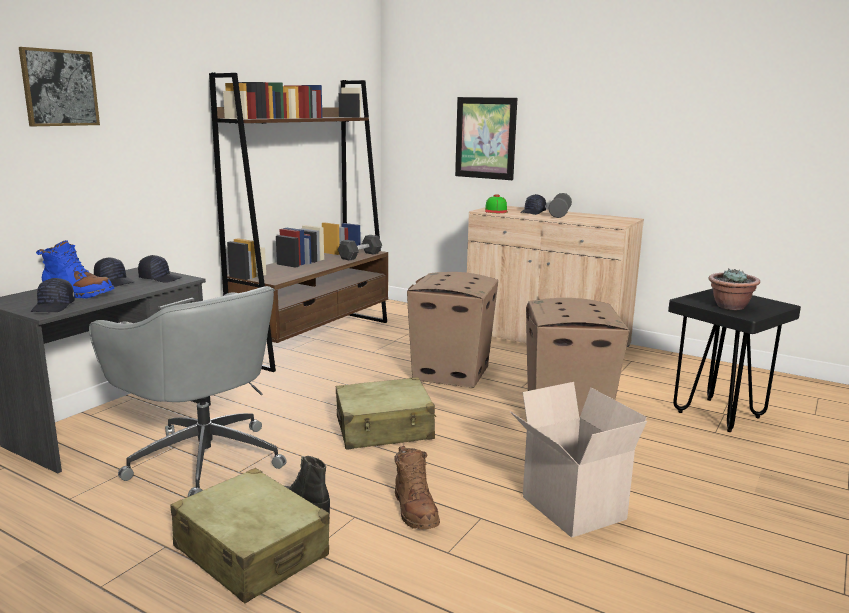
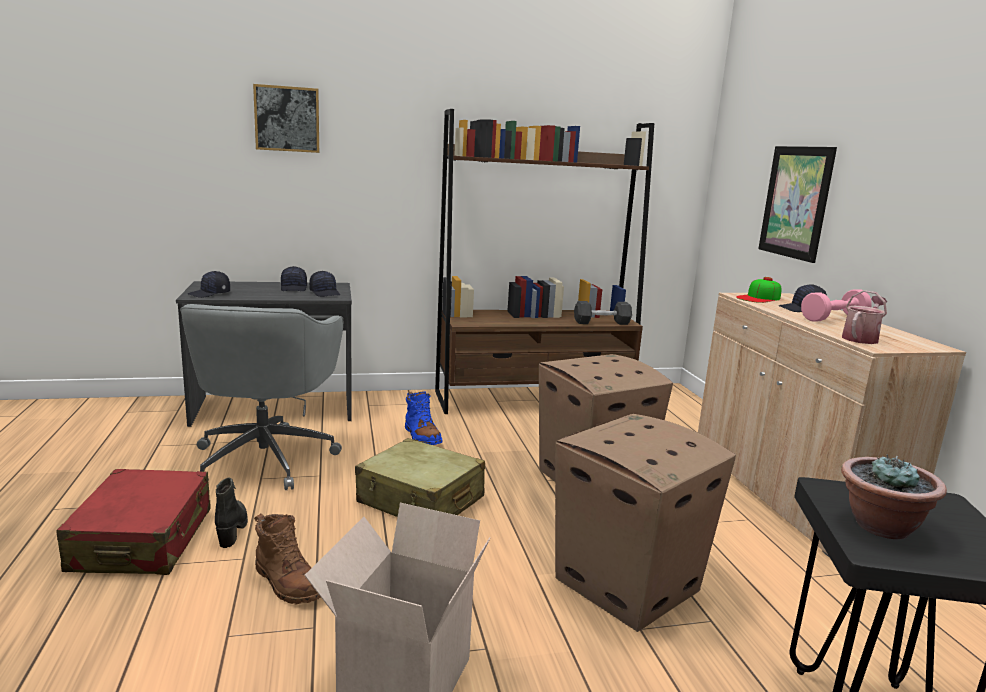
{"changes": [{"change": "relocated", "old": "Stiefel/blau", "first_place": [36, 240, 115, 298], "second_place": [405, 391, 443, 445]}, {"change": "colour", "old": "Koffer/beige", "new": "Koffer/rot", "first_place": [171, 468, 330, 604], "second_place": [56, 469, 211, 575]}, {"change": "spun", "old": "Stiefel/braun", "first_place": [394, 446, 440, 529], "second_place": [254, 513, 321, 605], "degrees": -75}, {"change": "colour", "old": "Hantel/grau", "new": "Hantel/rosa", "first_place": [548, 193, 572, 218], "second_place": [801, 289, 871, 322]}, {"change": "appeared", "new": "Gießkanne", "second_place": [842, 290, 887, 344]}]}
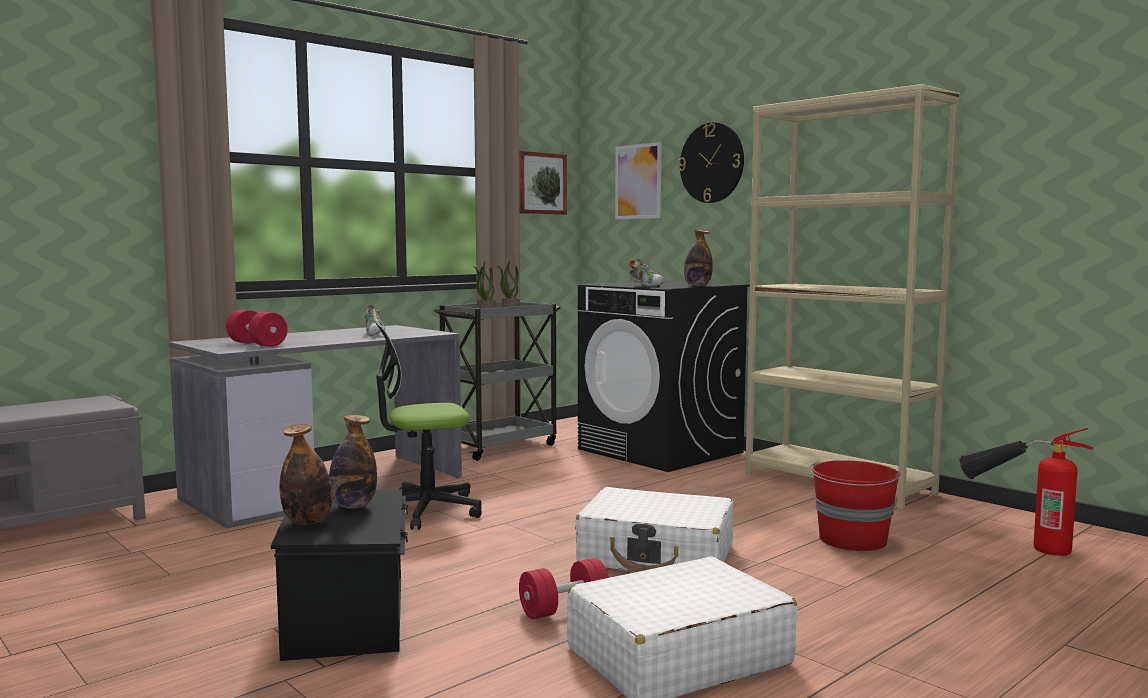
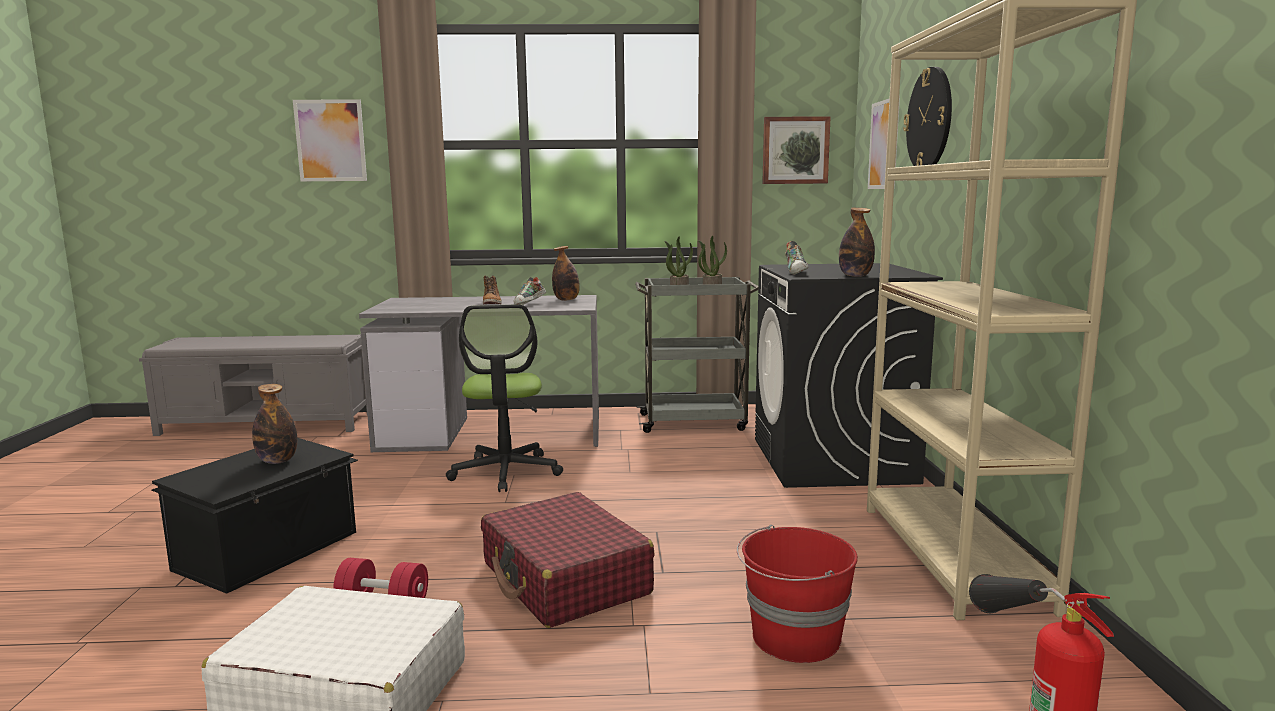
{"changes": [{"change": "missing", "old": "Hantel/rot", "first_place": [226, 310, 288, 347]}, {"change": "relocated", "old": "Flasche", "first_place": [280, 424, 333, 525], "second_place": [552, 246, 580, 301]}, {"change": "spun", "old": "Bürostuhl", "first_place": [375, 321, 482, 530], "second_place": [446, 304, 563, 492], "degrees": -120}, {"change": "colour", "old": "Koffer/weiß", "new": "Koffer/rot", "first_place": [575, 487, 734, 573], "second_place": [481, 492, 655, 628]}, {"change": "appeared", "new": "Bild", "second_place": [293, 99, 367, 181]}, {"change": "appeared", "new": "Stiefel", "second_place": [483, 275, 502, 304]}]}
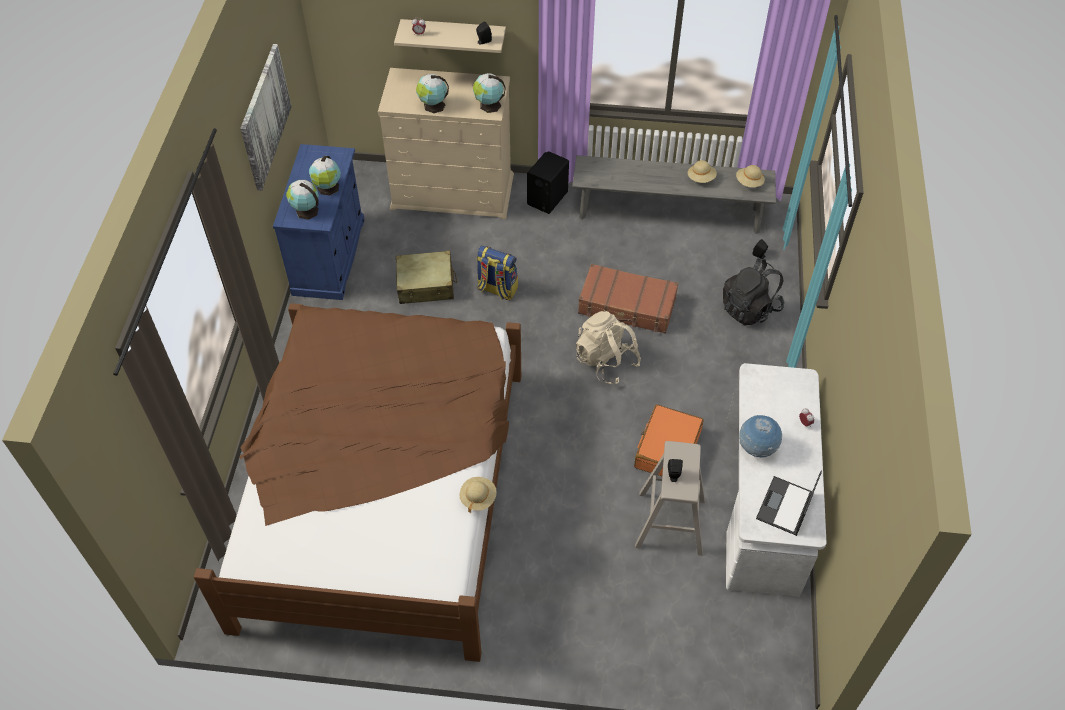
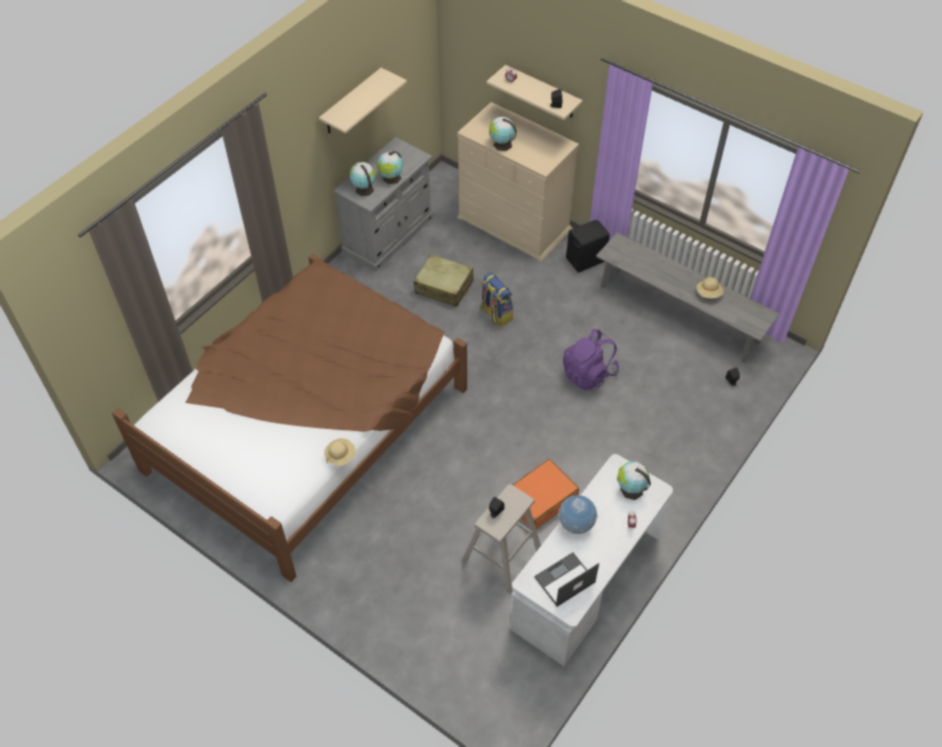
{"changes": [{"change": "exchanged", "old": "Bild", "new": "Wandregal/beige", "first_place": [240, 44, 291, 191], "second_place": [319, 68, 407, 134]}, {"change": "colour", "old": "Schrank/blau", "new": "Schrank/grau", "first_place": [273, 144, 365, 300], "second_place": [333, 137, 433, 272]}, {"change": "relocated", "old": "Globus", "first_place": [473, 73, 506, 113], "second_place": [617, 462, 651, 500]}, {"change": "missing", "old": "Rucksack/beige", "first_place": [575, 311, 641, 384]}, {"change": "exchanged", "old": "Koffer/braun", "new": "Rucksack/lila", "first_place": [578, 264, 678, 334], "second_place": [563, 329, 619, 390]}, {"change": "missing", "old": "Rucksack/schwarz", "first_place": [723, 258, 784, 326]}, {"change": "missing", "old": "Hut/beige", "first_place": [736, 165, 765, 187]}]}
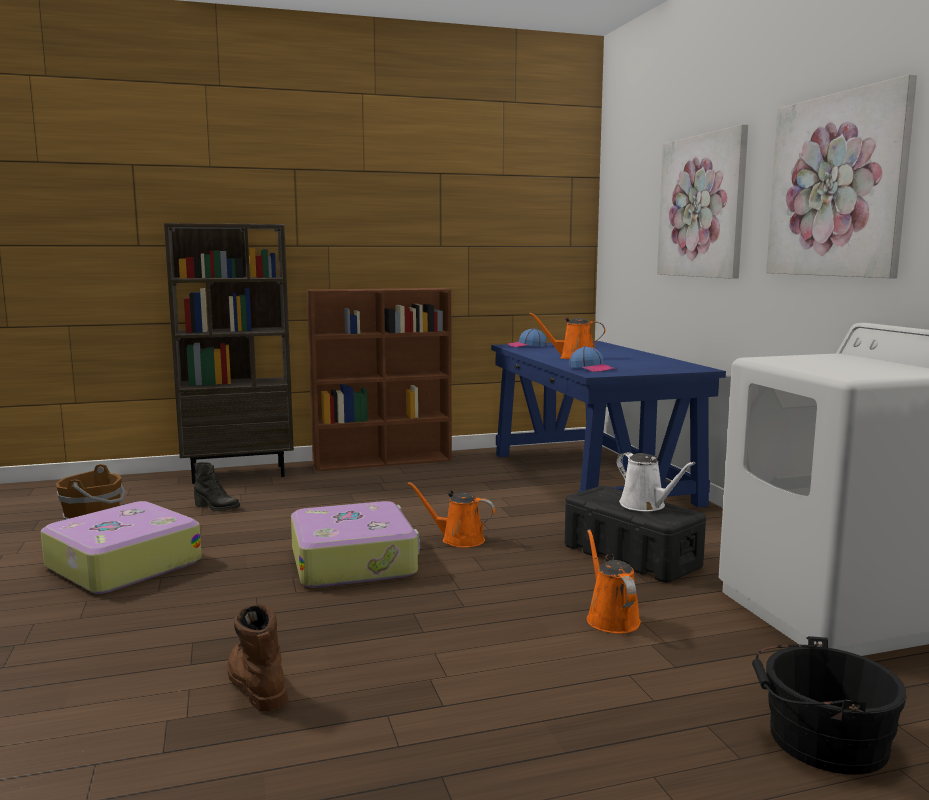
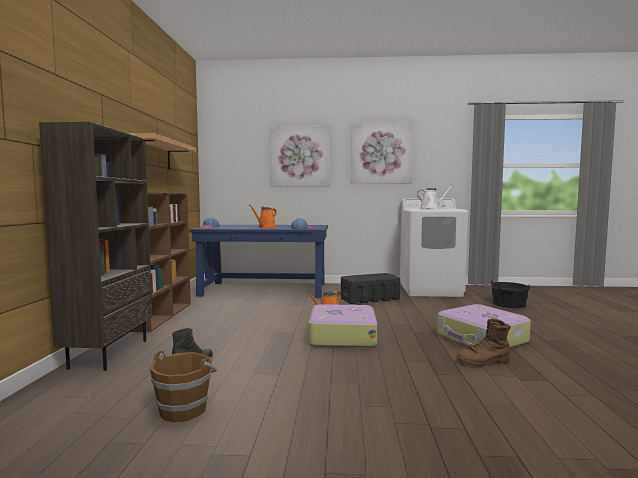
{"changes": [{"change": "relocated", "old": "Koffer", "first_place": [41, 501, 202, 594], "second_place": [437, 304, 531, 348]}, {"change": "missing", "old": "Gießkanne/orange", "first_place": [587, 529, 641, 634]}, {"change": "relocated", "old": "Gießkanne/weiß", "first_place": [616, 452, 696, 511], "second_place": [417, 186, 454, 209]}, {"change": "appeared", "new": "Wandregal", "second_place": [129, 133, 196, 170]}]}
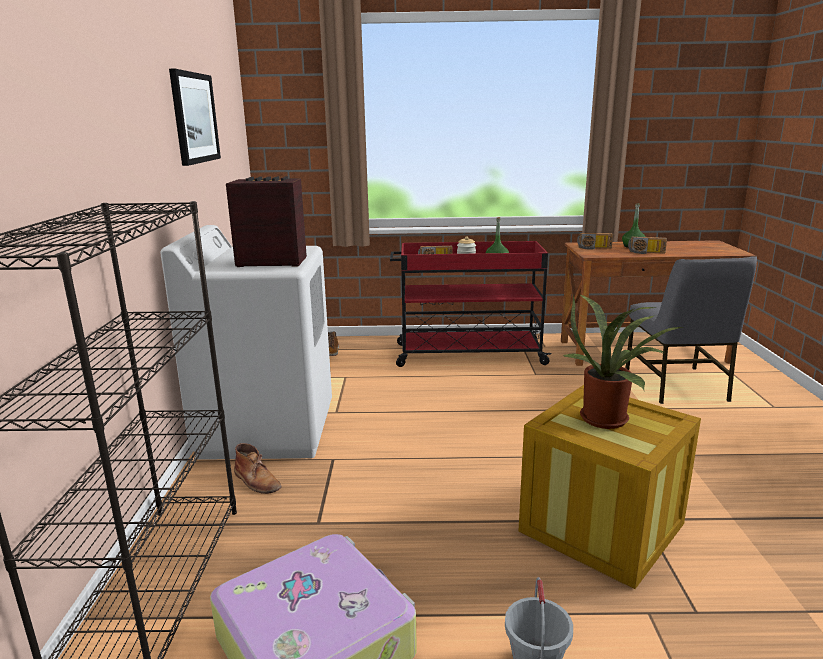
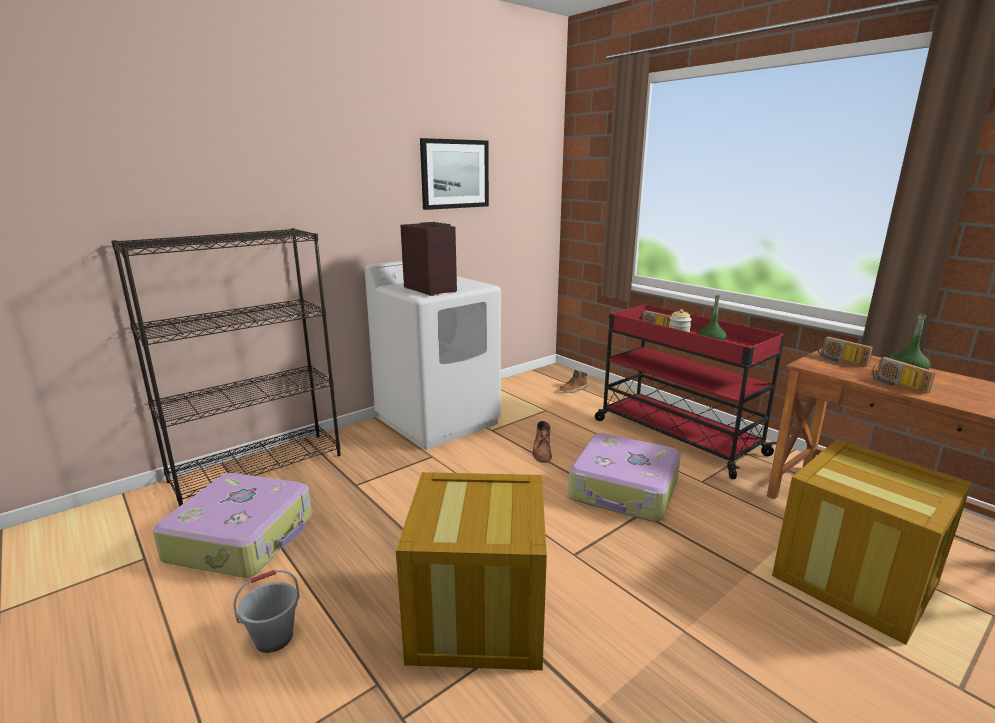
{"changes": [{"change": "relocated", "old": "Stiefel/braun", "first_place": [234, 443, 281, 494], "second_place": [532, 421, 552, 463]}, {"change": "missing", "old": "Topfpflanze", "first_place": [563, 294, 682, 429]}, {"change": "exchanged", "old": "Stuhl/grau", "new": "Kiste", "first_place": [626, 256, 757, 404], "second_place": [772, 439, 972, 645]}, {"change": "appeared", "new": "Koffer", "second_place": [568, 433, 681, 522]}]}
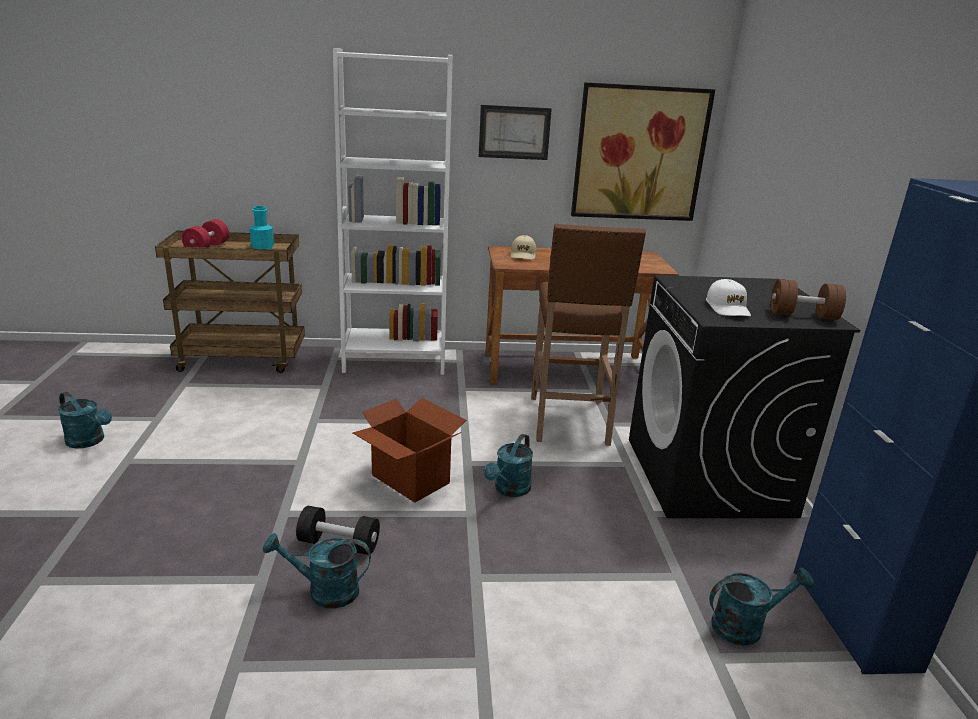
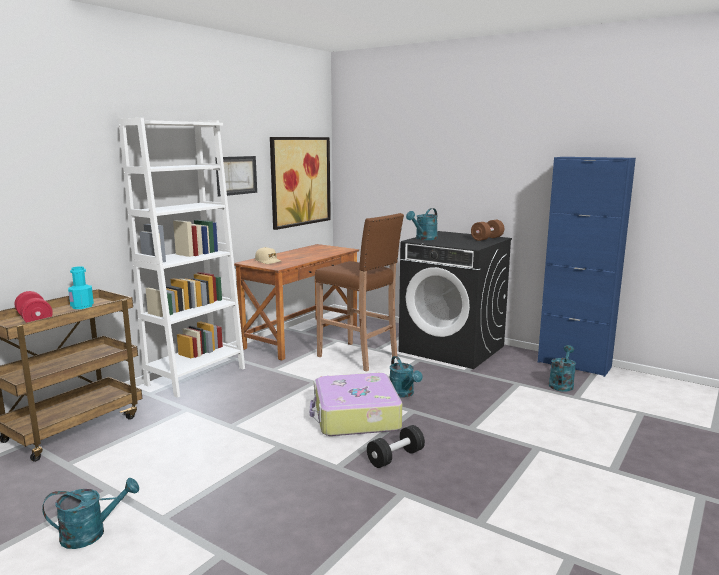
{"changes": [{"change": "relocated", "old": "Gießkanne/türkis", "first_place": [263, 533, 371, 608], "second_place": [406, 208, 438, 240]}, {"change": "exchanged", "old": "Karton", "new": "Koffer", "first_place": [353, 398, 466, 502], "second_place": [310, 373, 402, 436]}, {"change": "missing", "old": "Kappe/weiß", "first_place": [706, 279, 751, 316]}]}
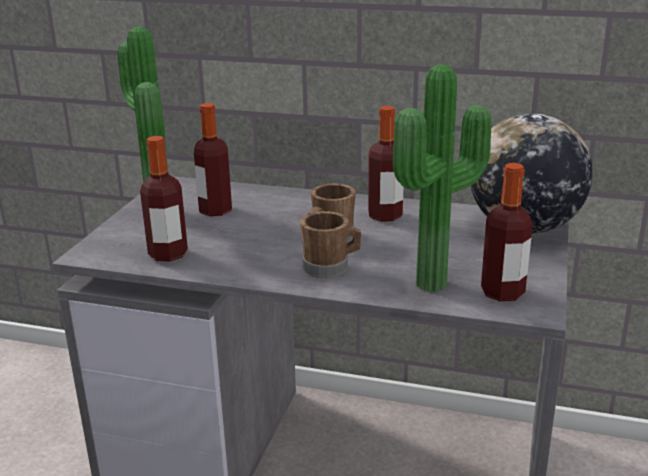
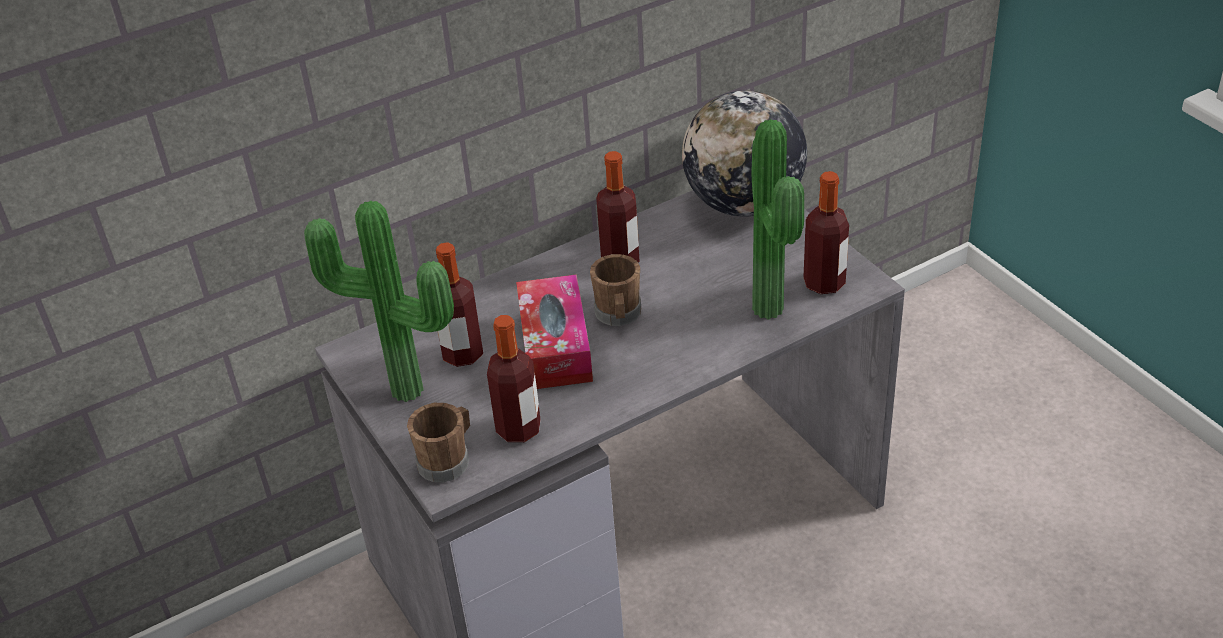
{"changes": [{"change": "relocated", "old": "Henkelbecher/braun", "first_place": [300, 211, 361, 278], "second_place": [407, 403, 470, 482]}, {"change": "appeared", "new": "Taschentuchbox", "second_place": [516, 274, 593, 389]}]}
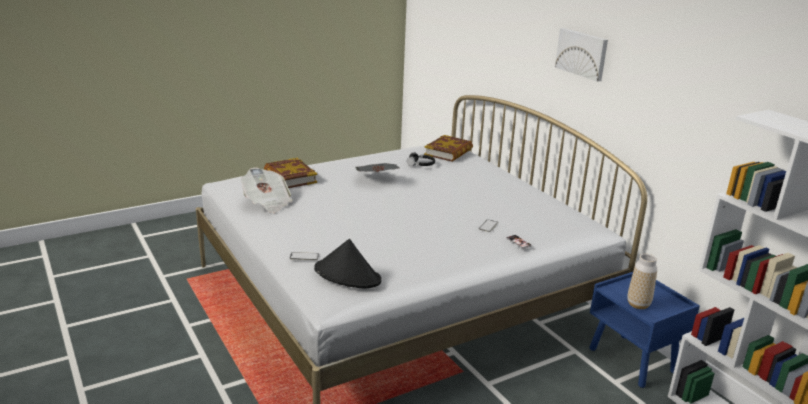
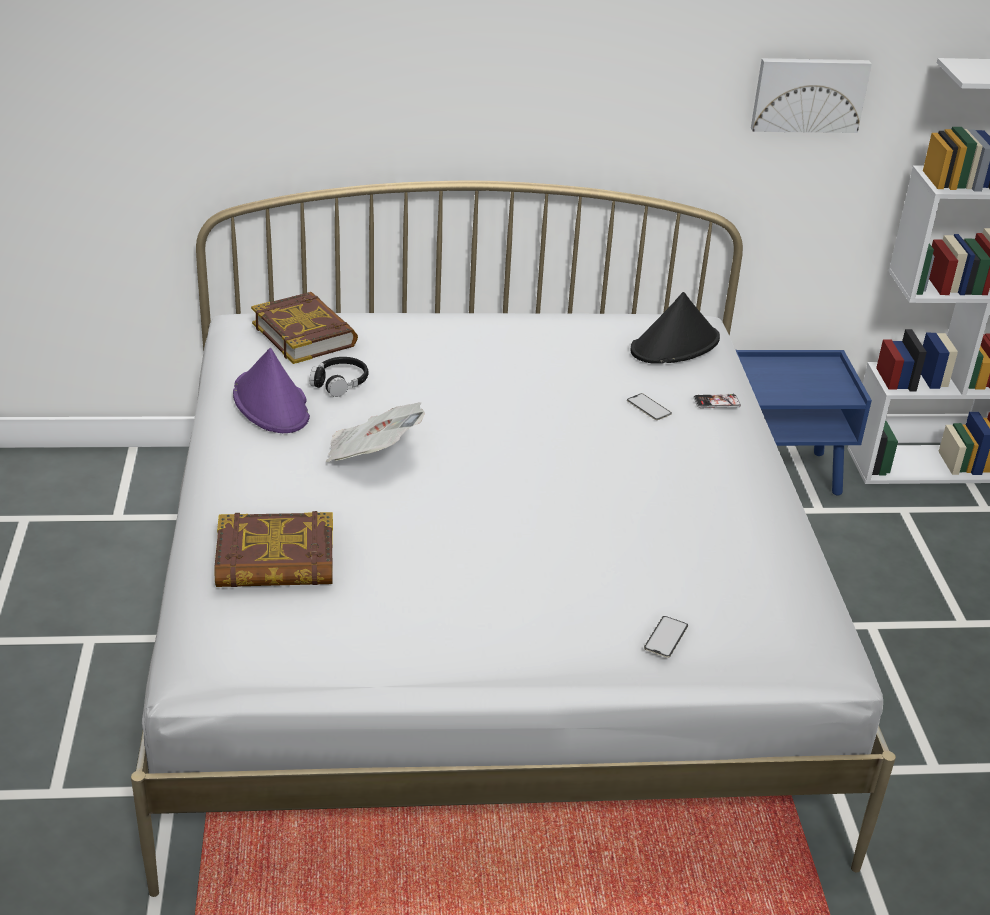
{"changes": [{"change": "missing", "old": "Zeitung", "first_place": [241, 167, 293, 213]}, {"change": "relocated", "old": "Hut/schwarz", "first_place": [314, 239, 382, 288], "second_place": [631, 292, 720, 364]}, {"change": "relocated", "old": "Bild", "first_place": [555, 28, 608, 82], "second_place": [751, 58, 872, 133]}, {"change": "missing", "old": "Vase", "first_place": [627, 254, 657, 309]}, {"change": "appeared", "new": "Hut/lila", "second_place": [233, 348, 310, 433]}]}
